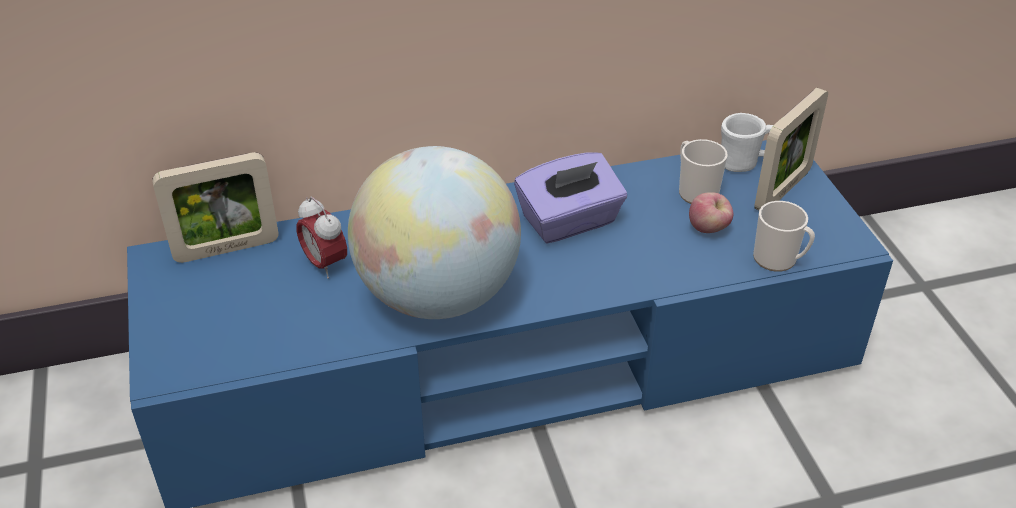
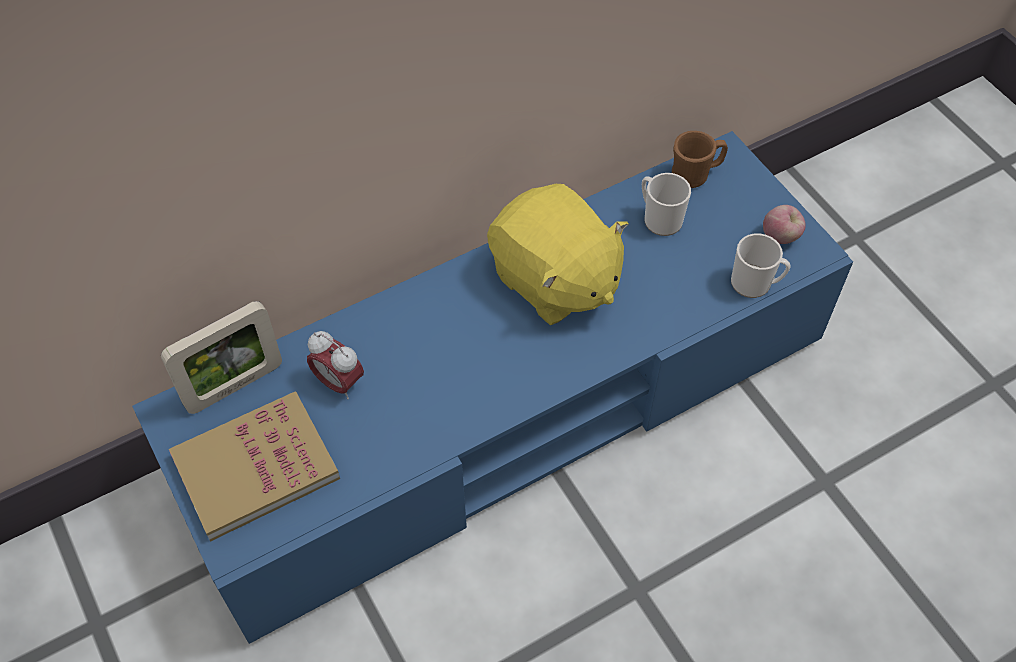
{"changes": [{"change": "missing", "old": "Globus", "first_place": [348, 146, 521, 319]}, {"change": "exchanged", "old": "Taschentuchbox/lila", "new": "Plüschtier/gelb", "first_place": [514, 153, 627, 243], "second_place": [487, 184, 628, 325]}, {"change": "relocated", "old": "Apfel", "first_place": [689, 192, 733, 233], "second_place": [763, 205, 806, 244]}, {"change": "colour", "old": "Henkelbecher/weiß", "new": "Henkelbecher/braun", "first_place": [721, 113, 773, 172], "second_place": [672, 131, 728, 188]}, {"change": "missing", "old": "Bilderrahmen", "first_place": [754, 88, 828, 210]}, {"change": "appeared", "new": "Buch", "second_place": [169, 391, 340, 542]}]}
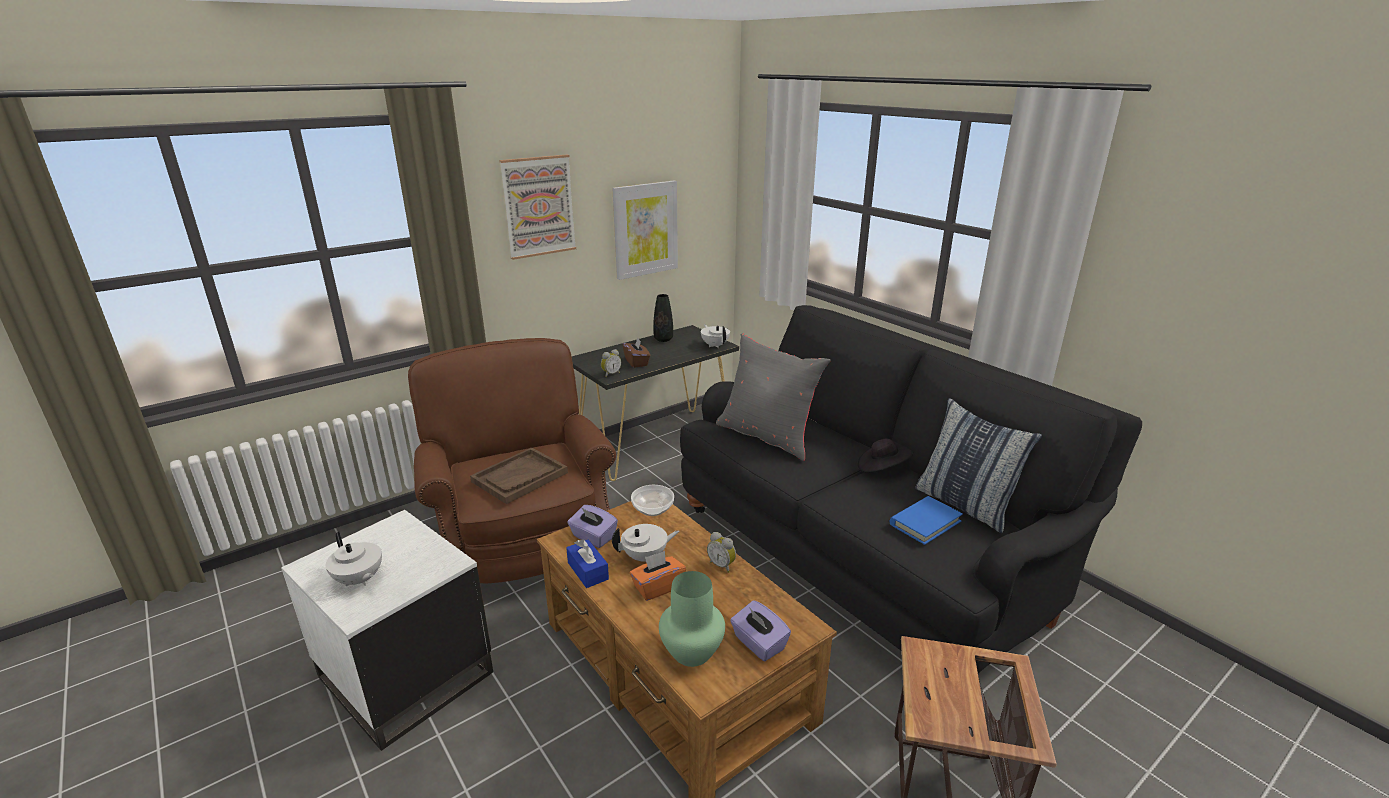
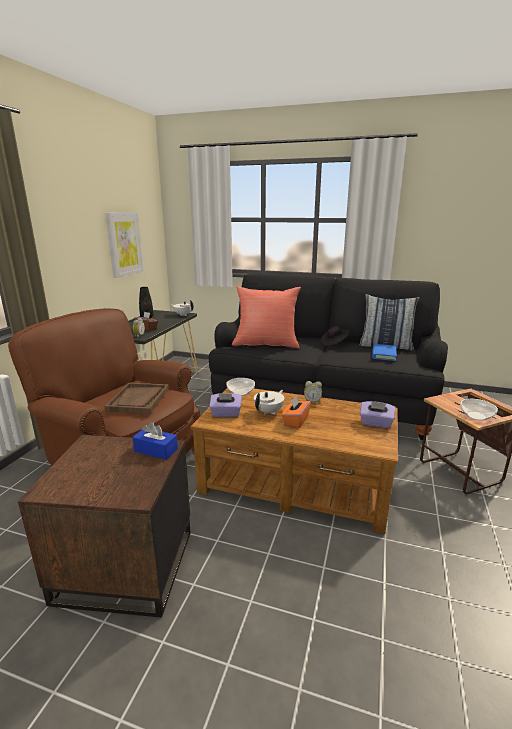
{"changes": [{"change": "colour", "old": "Beistelltisch/weiß", "new": "Beistelltisch/braun", "first_place": [281, 510, 493, 751], "second_place": [18, 435, 190, 617]}, {"change": "missing", "old": "Teekanne/weiß", "first_place": [326, 531, 382, 586]}, {"change": "missing", "old": "Bild", "first_place": [499, 155, 576, 260]}, {"change": "relocated", "old": "Taschentuchbox/blau", "first_place": [566, 539, 609, 588], "second_place": [132, 422, 178, 460]}, {"change": "missing", "old": "Vase/grün", "first_place": [659, 571, 725, 667]}, {"change": "colour", "old": "Kissen/grau", "new": "Kissen/rot", "first_place": [716, 333, 831, 461], "second_place": [232, 286, 301, 348]}, {"change": "appeared", "new": "Schüssel", "second_place": [460, 399, 498, 421]}]}
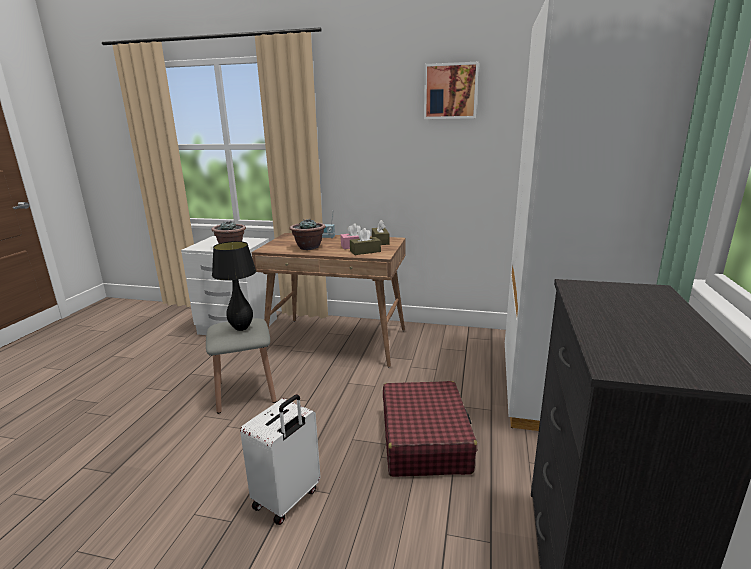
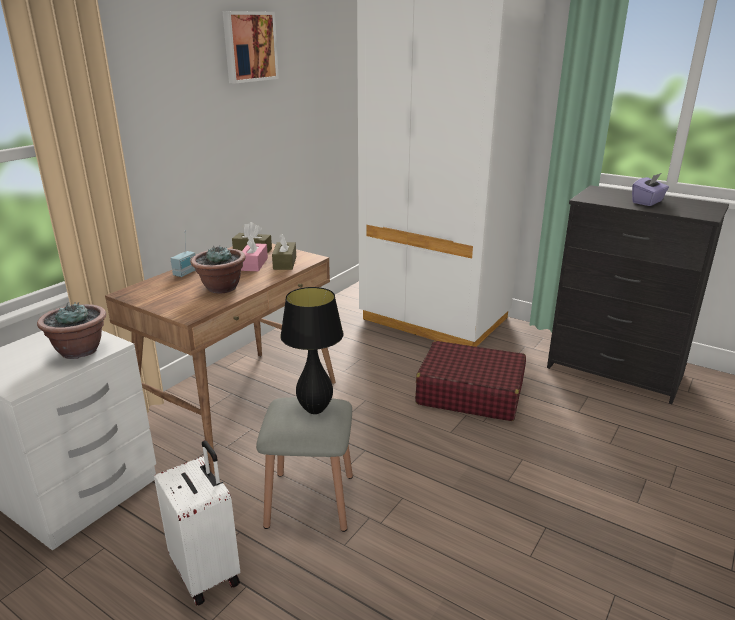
{"changes": [{"change": "relocated", "old": "Koffer/weiß", "first_place": [240, 394, 320, 525], "second_place": [154, 440, 240, 606]}, {"change": "appeared", "new": "Taschentuchbox/lila", "second_place": [632, 173, 669, 206]}]}
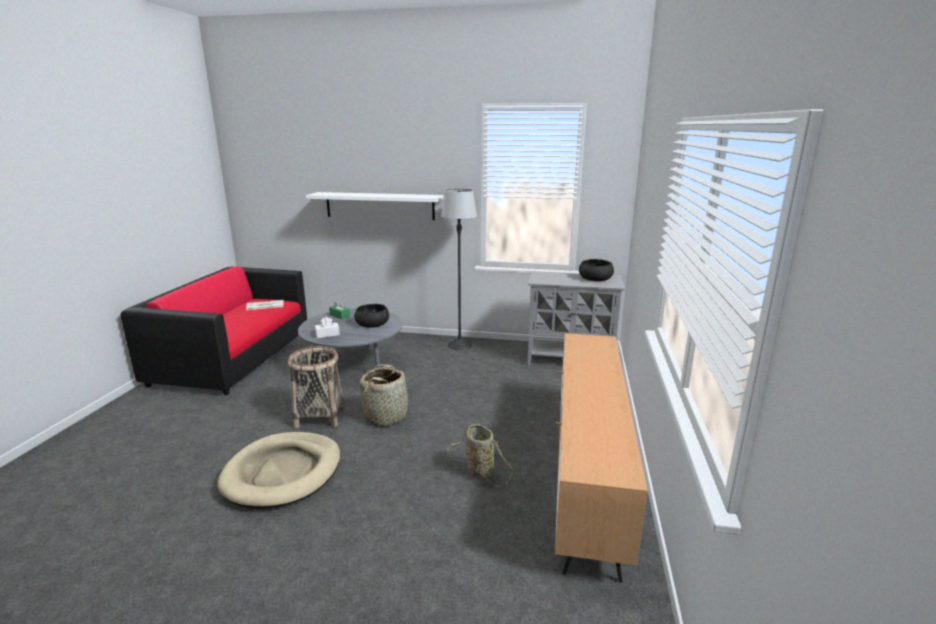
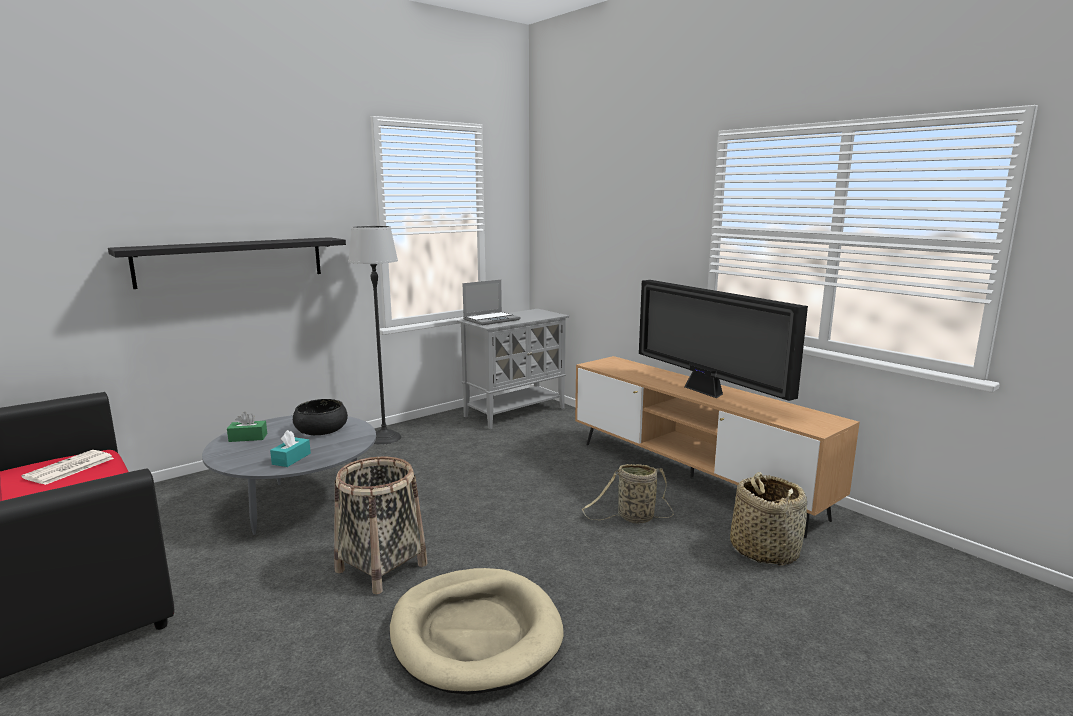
{"changes": [{"change": "colour", "old": "Wandregal/weiß", "new": "Wandregal/schwarz", "first_place": [306, 192, 444, 220], "second_place": [108, 237, 346, 289]}, {"change": "colour", "old": "Taschentuchbox/weiß", "new": "Taschentuchbox/türkis", "first_place": [315, 317, 340, 338], "second_place": [270, 430, 311, 467]}, {"change": "relocated", "old": "Korb", "first_place": [360, 364, 411, 427], "second_place": [730, 472, 807, 566]}, {"change": "missing", "old": "Schüssel/schwarz", "first_place": [579, 259, 614, 281]}, {"change": "appeared", "new": "Laptop", "second_place": [463, 280, 520, 325]}, {"change": "appeared", "new": "Fernseher", "second_place": [639, 280, 808, 401]}]}
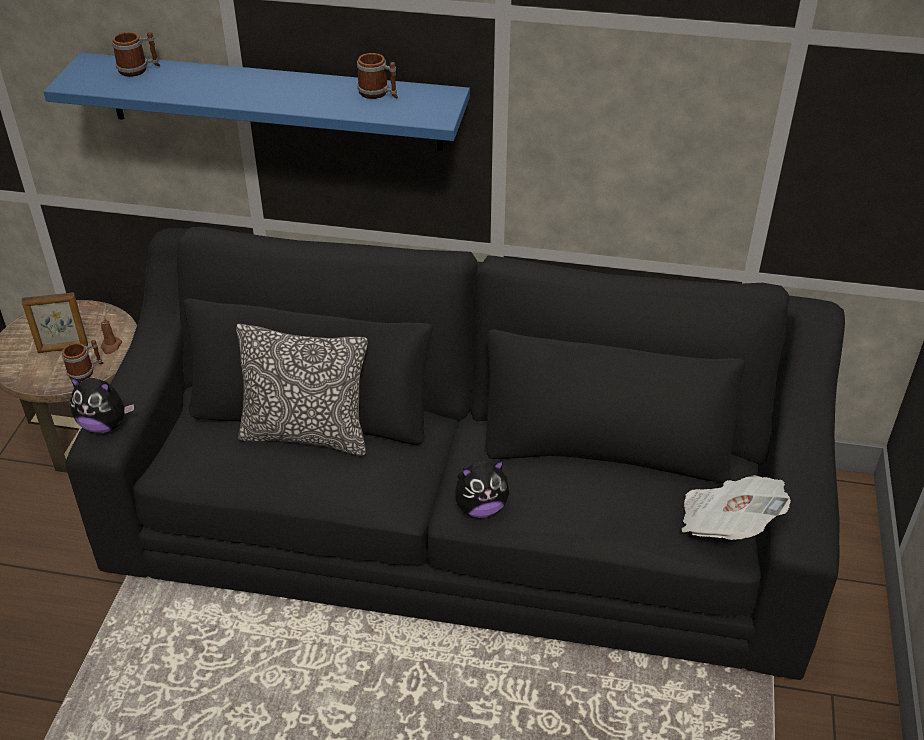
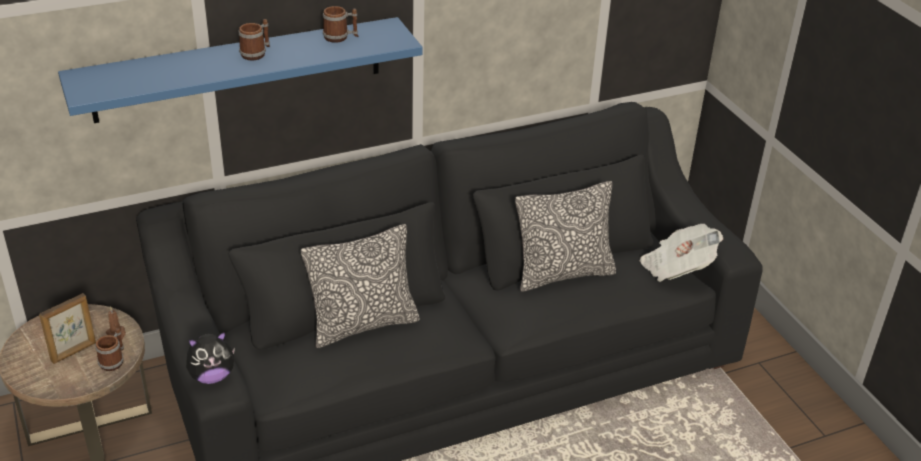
{"changes": [{"change": "relocated", "old": "Henkelbecher", "first_place": [112, 32, 160, 77], "second_place": [238, 19, 270, 60]}, {"change": "missing", "old": "Plüschtier", "first_place": [455, 460, 509, 518]}, {"change": "appeared", "new": "Kissen", "second_place": [515, 181, 616, 292]}]}
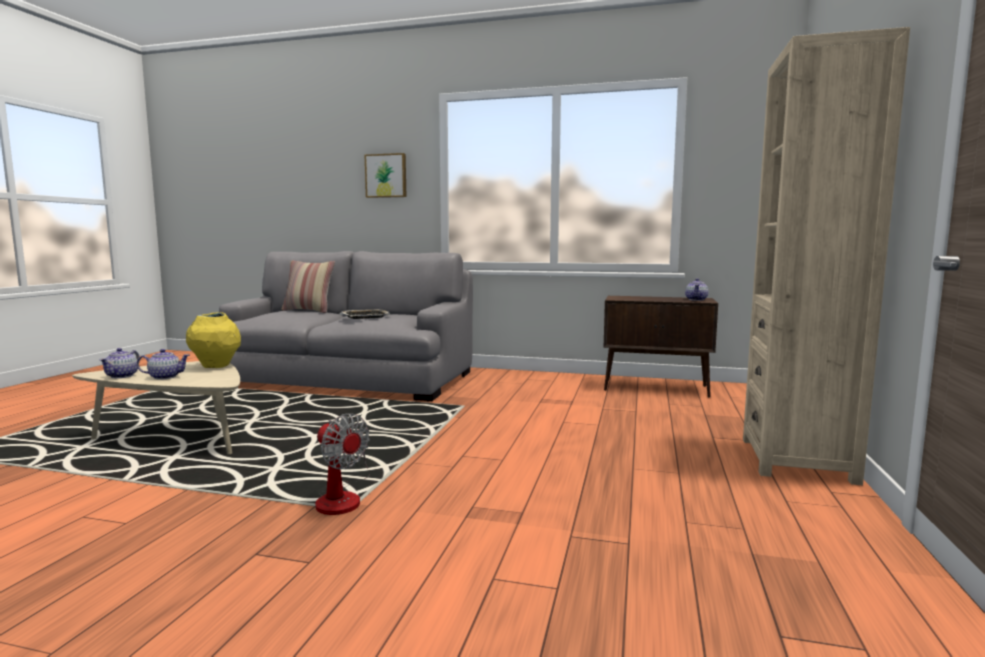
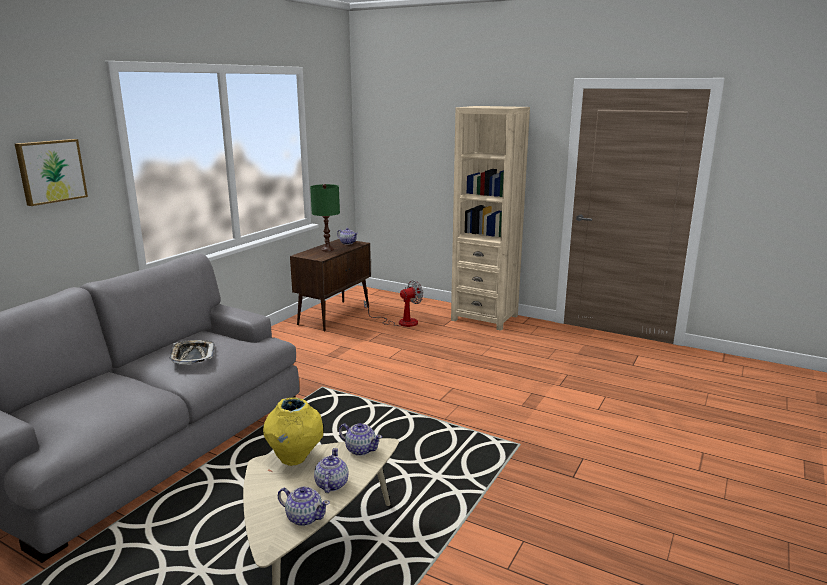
{"changes": [{"change": "missing", "old": "Kissen", "first_place": [282, 260, 335, 313]}, {"change": "relocated", "old": "Ventilator", "first_place": [315, 413, 370, 515], "second_place": [364, 280, 423, 327]}, {"change": "appeared", "new": "Tischlampe/grün", "second_place": [310, 184, 340, 251]}, {"change": "appeared", "new": "Teekanne", "second_place": [339, 423, 382, 456]}]}
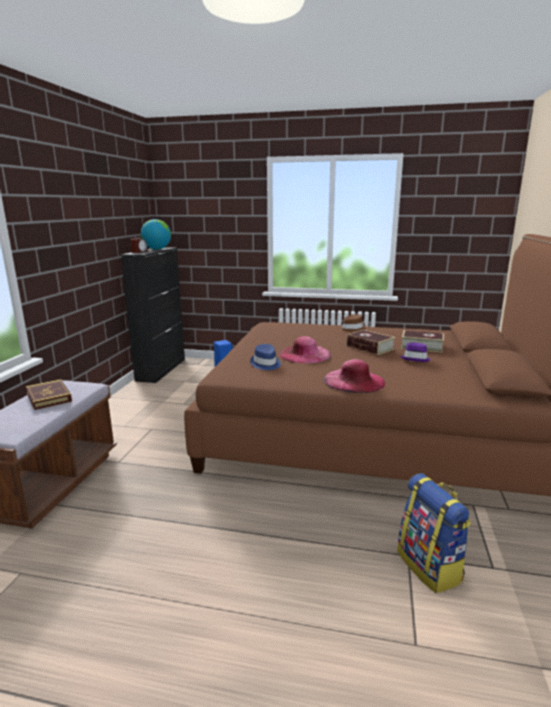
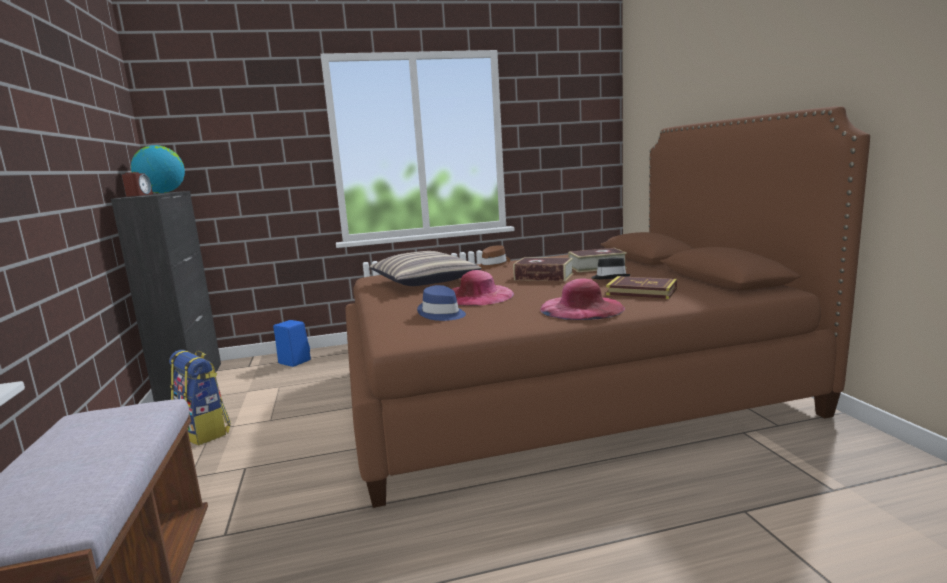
{"changes": [{"change": "relocated", "old": "Buch", "first_place": [26, 379, 72, 410], "second_place": [606, 276, 677, 299]}, {"change": "relocated", "old": "Rucksack", "first_place": [397, 473, 471, 593], "second_place": [169, 350, 231, 445]}, {"change": "colour", "old": "Hut/lila", "new": "Hut/schwarz", "first_place": [401, 343, 431, 362], "second_place": [592, 258, 631, 279]}, {"change": "appeared", "new": "Kissen", "second_place": [369, 251, 481, 286]}]}
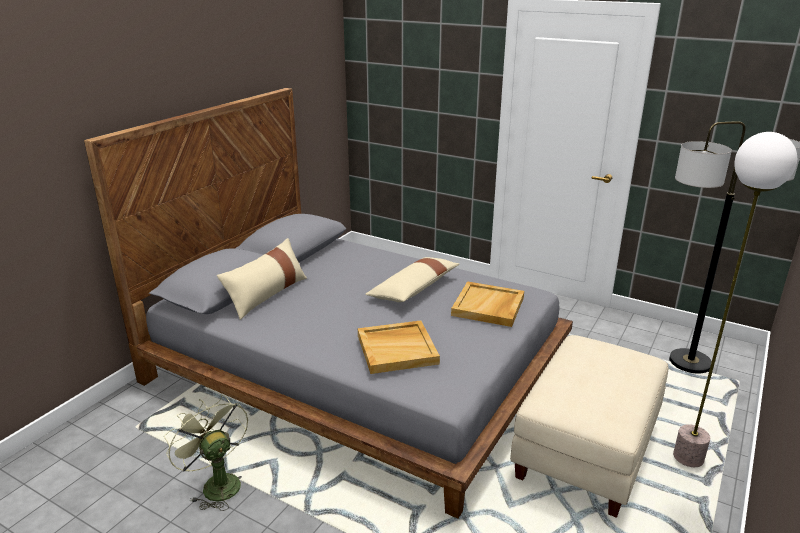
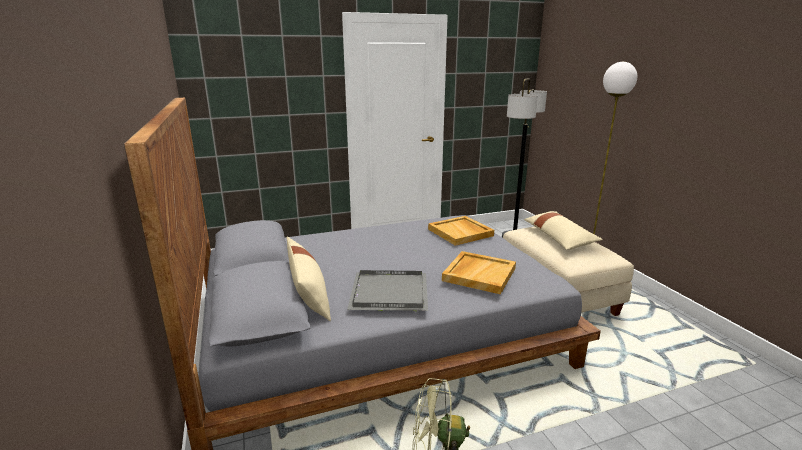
{"changes": [{"change": "relocated", "old": "Kissen/beige", "first_place": [365, 257, 459, 302], "second_place": [524, 211, 603, 250]}, {"change": "appeared", "new": "Tablett/grau", "second_place": [347, 270, 428, 311]}]}
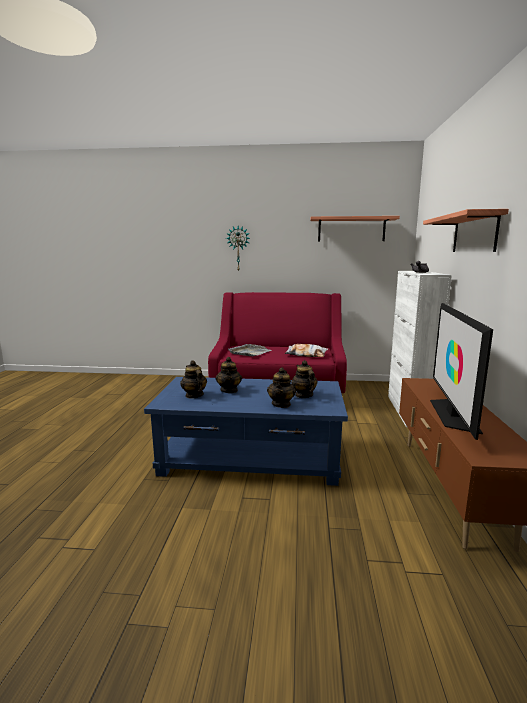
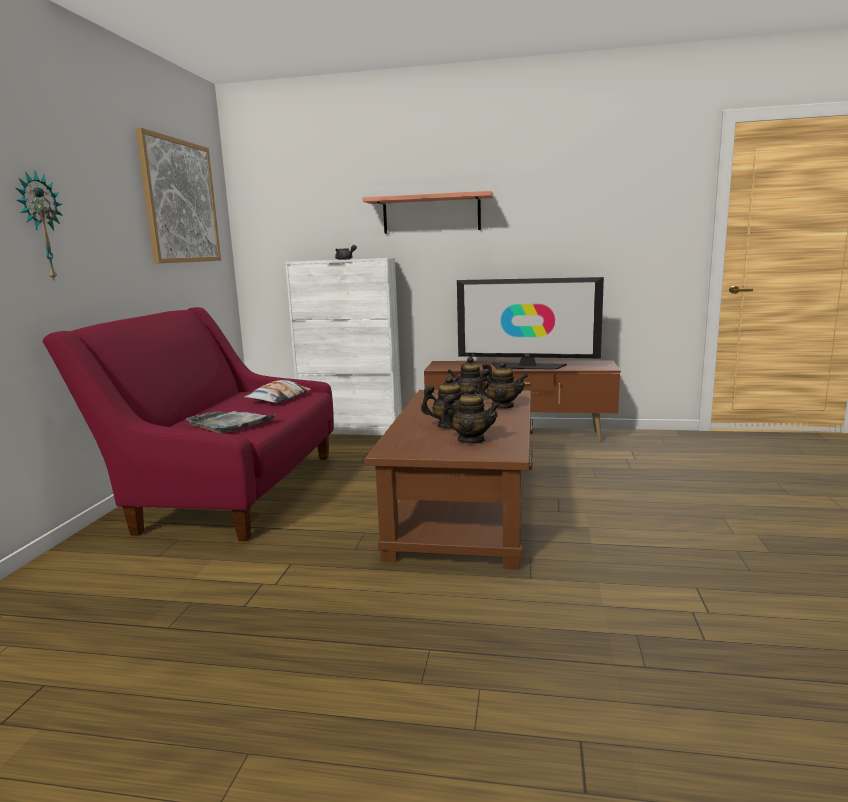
{"changes": [{"change": "colour", "old": "Couchtisch/blau", "new": "Couchtisch/braun", "first_place": [144, 377, 348, 486], "second_place": [365, 390, 533, 570]}, {"change": "spun", "old": "Teekanne", "first_place": [180, 360, 207, 399], "second_place": [441, 386, 501, 443], "degrees": -135}, {"change": "exchanged", "old": "Wandregal", "new": "Bild", "first_place": [310, 216, 400, 242], "second_place": [135, 128, 221, 264]}]}
